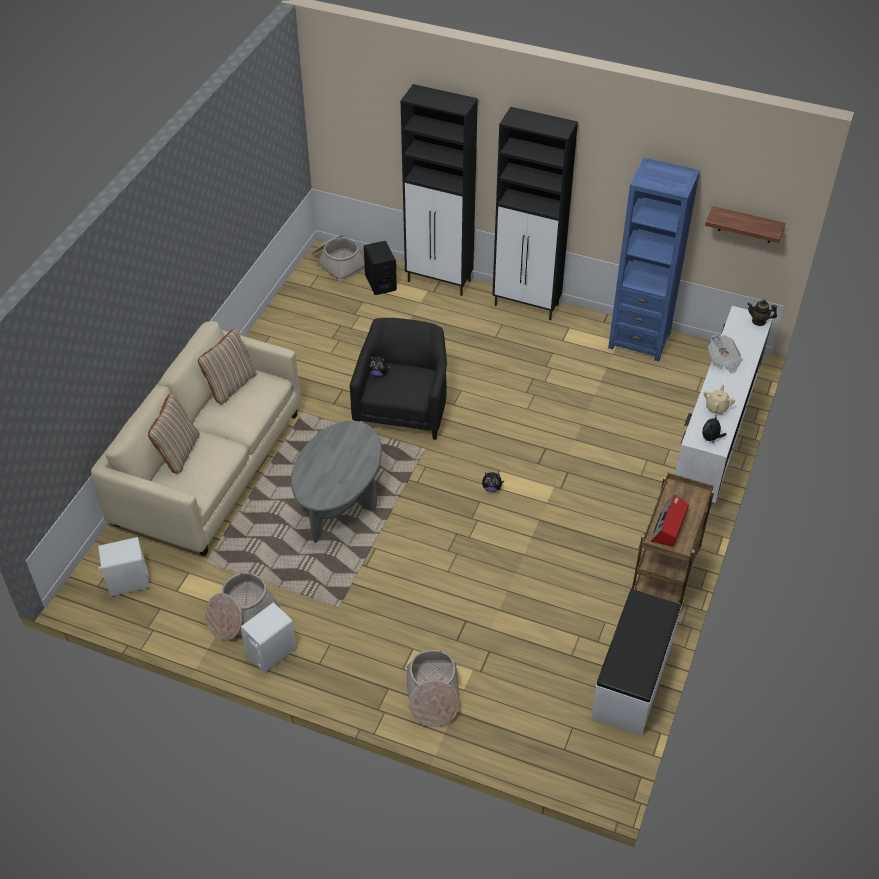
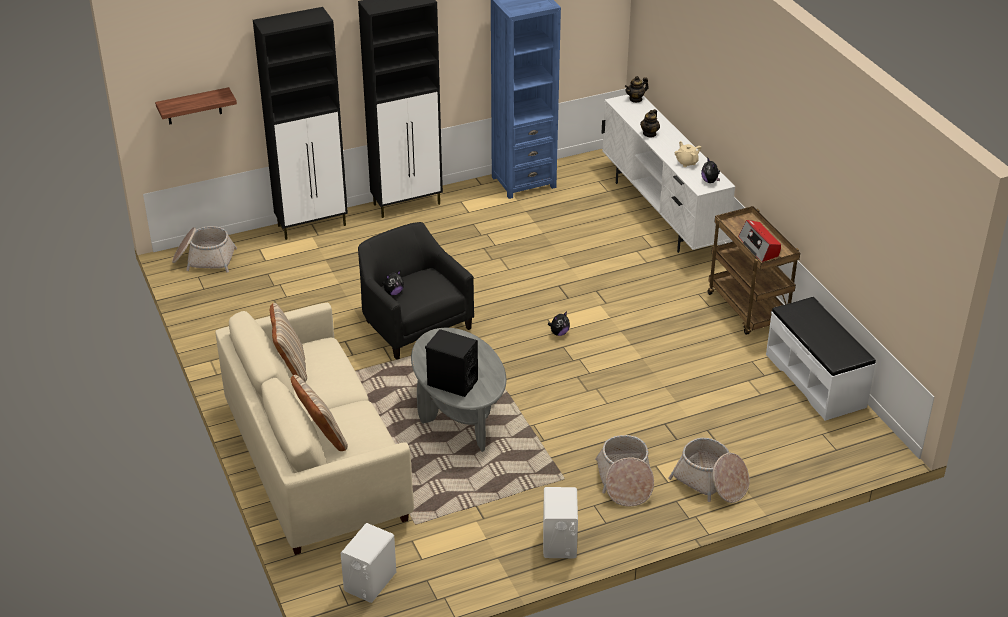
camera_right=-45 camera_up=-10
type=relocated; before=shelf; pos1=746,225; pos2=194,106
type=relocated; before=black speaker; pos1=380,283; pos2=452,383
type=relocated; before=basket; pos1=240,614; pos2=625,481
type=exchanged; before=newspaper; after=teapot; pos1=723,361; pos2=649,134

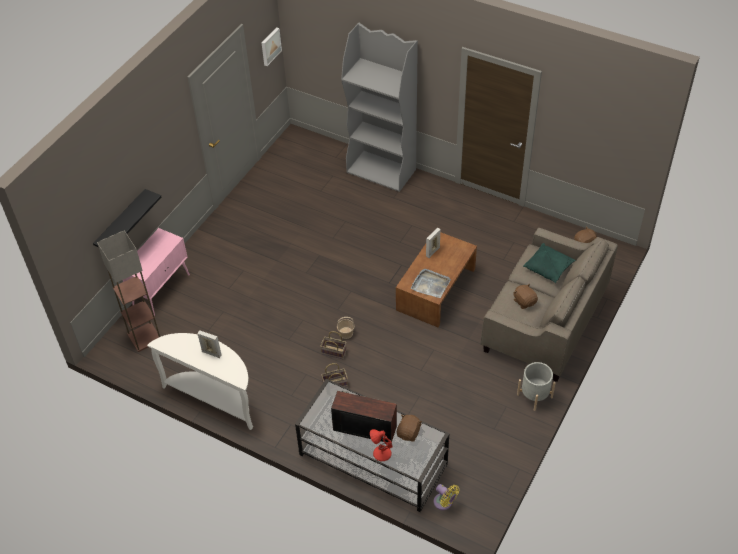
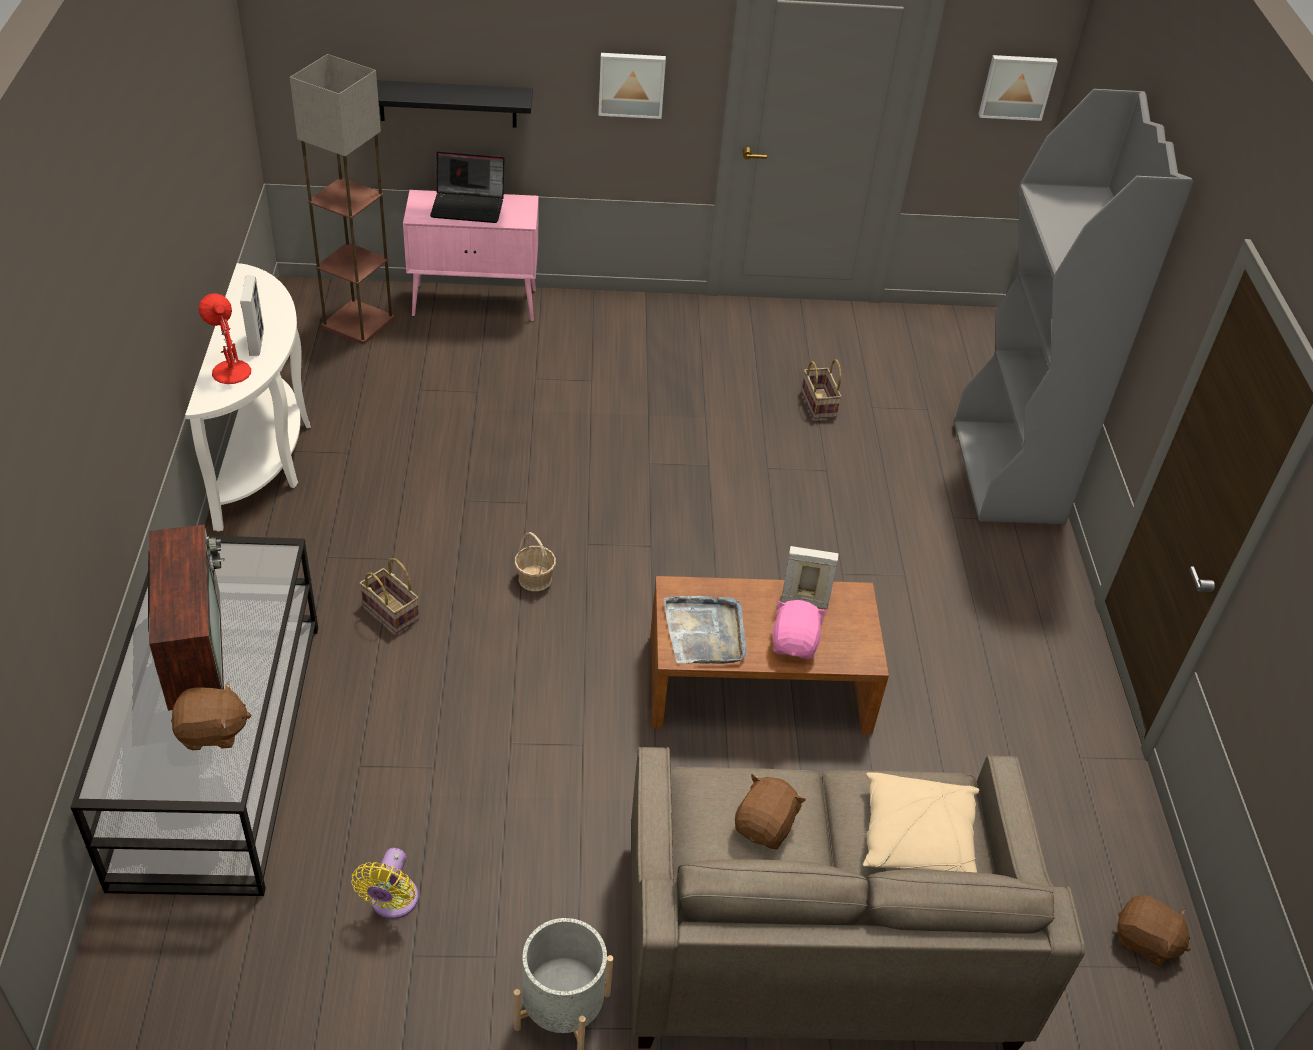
camera_right=55 camera_up=-5
type=relocated; before=red table lamp; pos1=381,453; pos2=230,370
type=relocated; before=yellow fan; pos1=444,503; pos2=392,903
type=appeared; after=laptop; pos2=469,206
type=appeared; after=picture; pos2=631,84
type=appeared; after=pink plush toy; pos2=795,643
type=relocated; before=basket; pos1=333,352; pos2=817,403
type=colour; before=green pillow; after=beige pillow; pos1=548,268; pos2=918,839

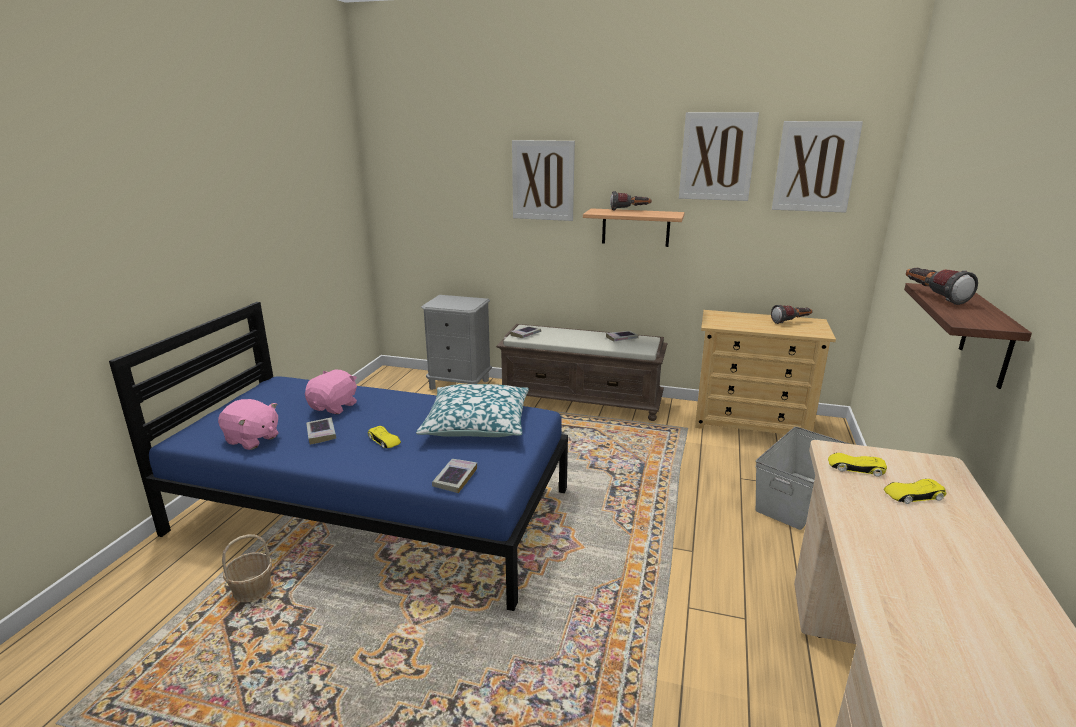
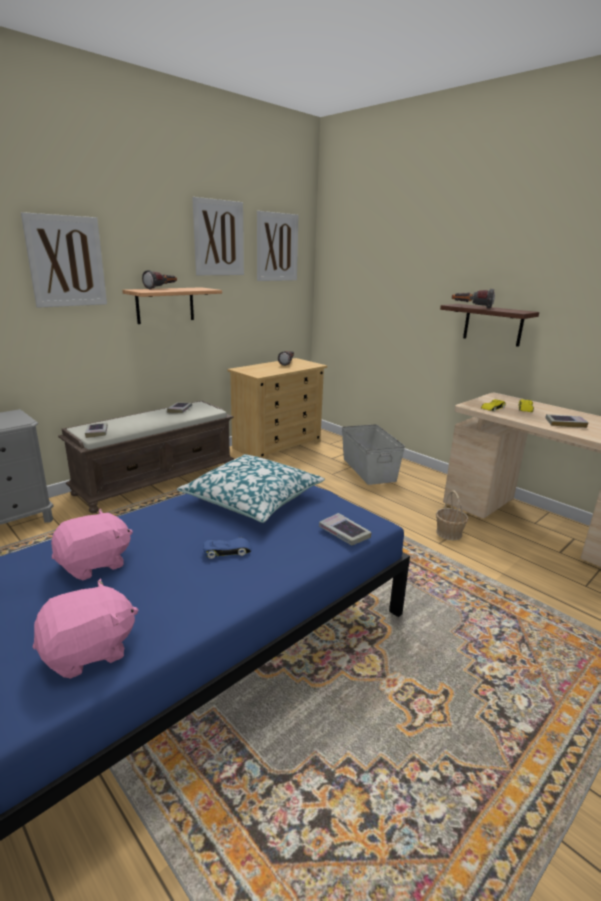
camera_right=-60 camera_up=0
type=spun; before=pink plush toy; pos1=334,407; pos2=95,564; turn=90
type=colour; before=yellow toy car; after=blue toy car; pos1=384,441; pos2=227,551
type=relocated; before=basket; pos1=252,590; pos2=449,533
type=relocated; before=book; pos1=321,433; pos2=565,423

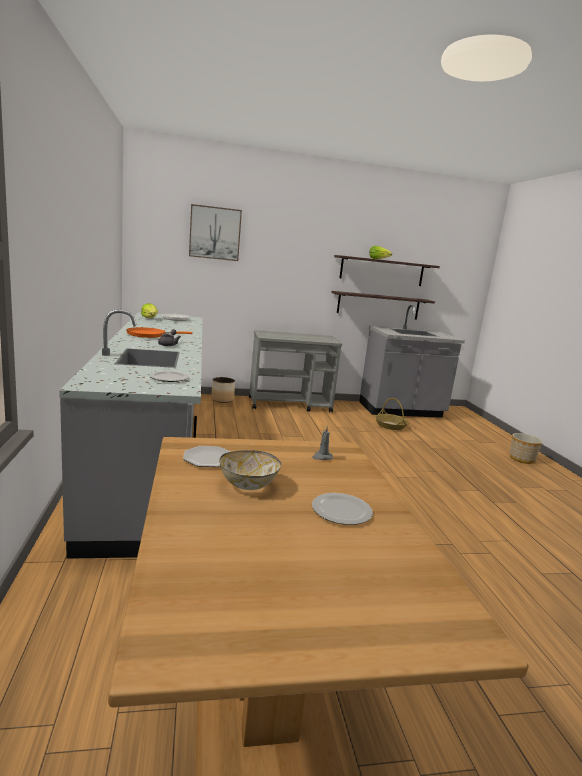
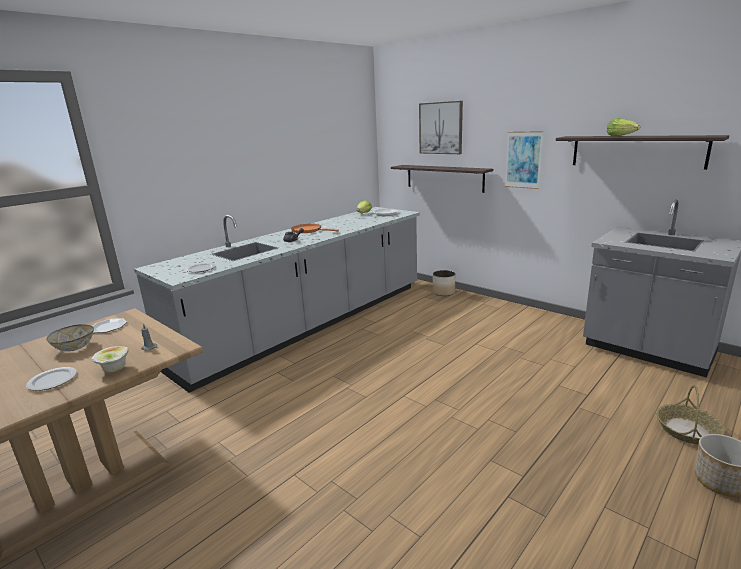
camera_right=55 camera_up=5
type=appeared; after=bowl; pos2=114,370
type=relocated; before=shelf; pos1=378,305; pos2=444,178
type=appeared; after=picture; pos2=523,160
type=relocated; before=basket; pos1=391,425; pos2=687,430
type=missing; before=grey cart; pos1=290,405

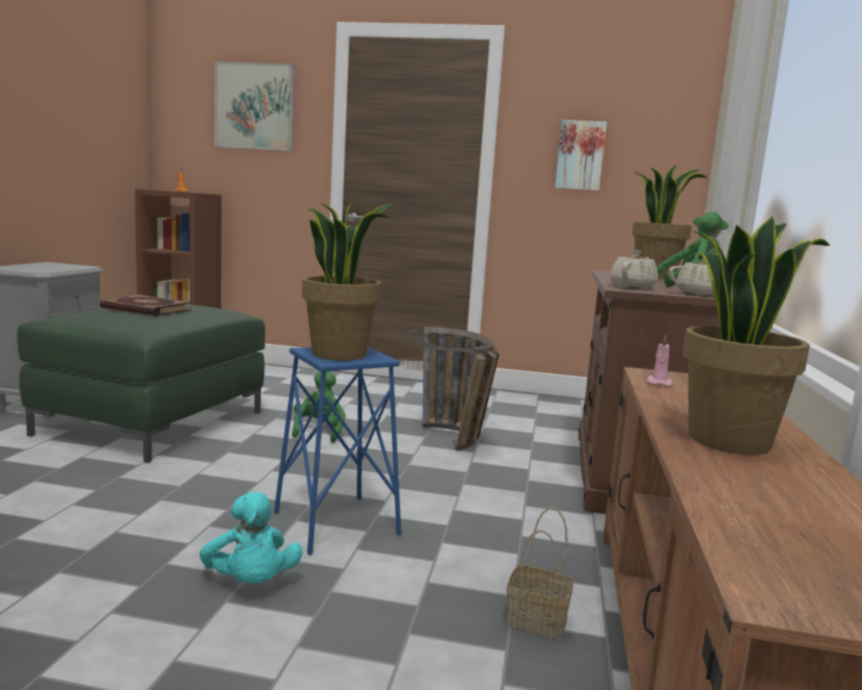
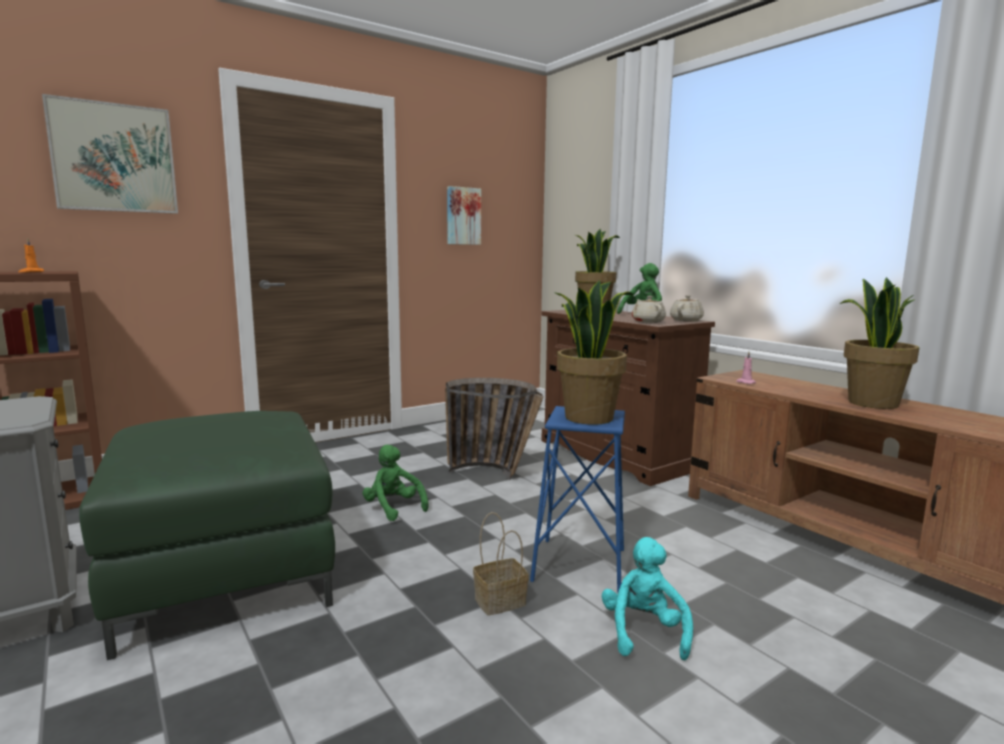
camera_right=-45 camera_up=0
type=relocated; before=basket; pos1=539,620; pos2=501,600
type=spun; before=turquoise plush toy; pos1=251,583; pos2=644,632; turn=-105
type=missing; before=book; pos1=145,309

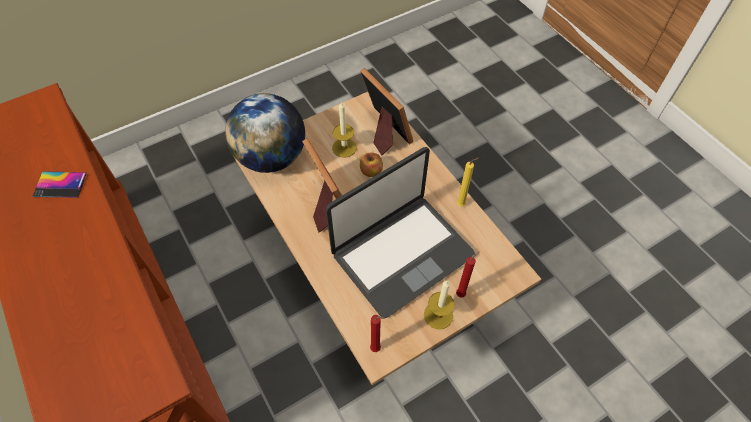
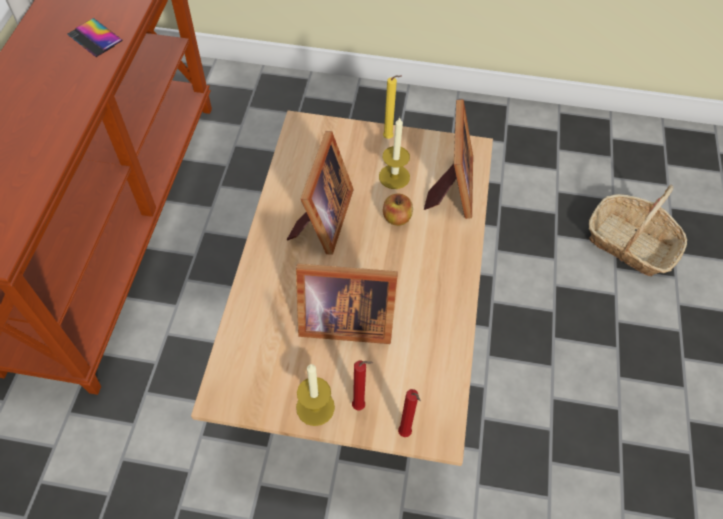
camera_right=40 camera_up=0
type=exchanged; before=laptop; after=picture frame; pos1=401,254; pos2=342,320
type=relocated; before=yellow candle; pos1=462,204; pos2=389,138
type=relocated; before=red candle; pos1=377,349; pos2=405,434
type=appeared; after=basket; pos2=630,244
type=missing; before=globe; pos1=272,157

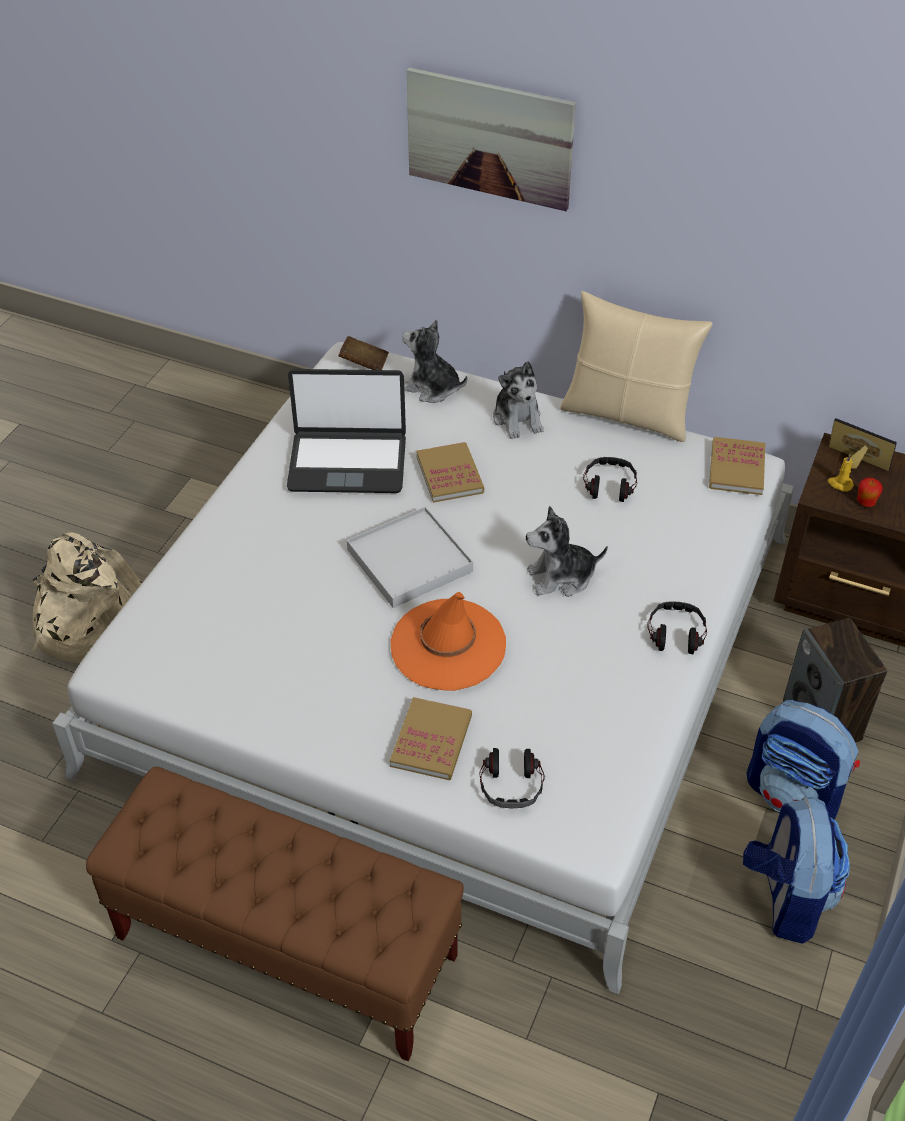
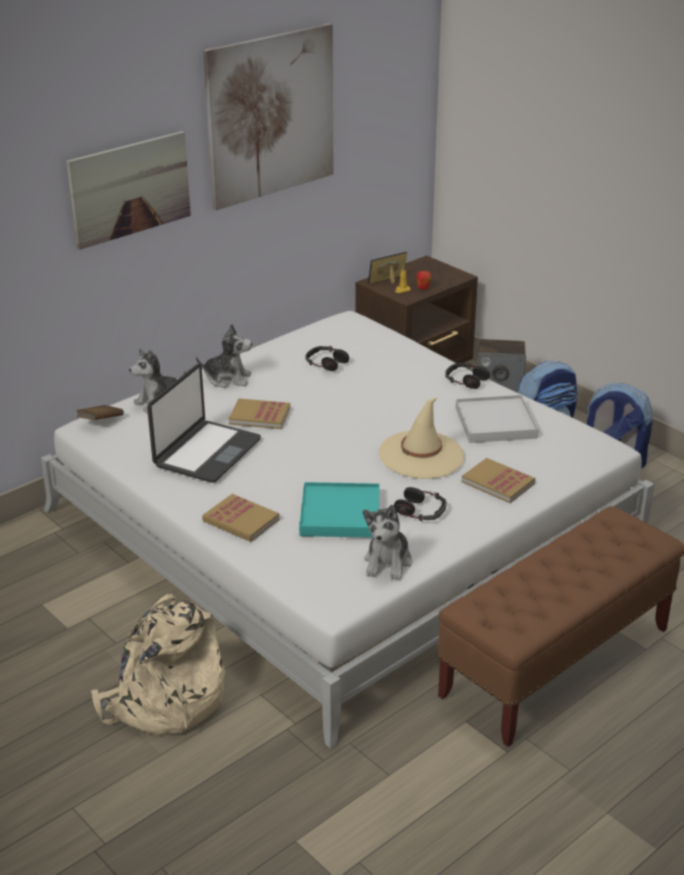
camera_right=-65 camera_up=-15
type=relocated; before=book; pos1=736,468; pos2=241,520
type=appeared; after=picture; pos2=271,115
type=appeared; after=turquoise tray; pos2=340,514
type=relocated; before=plush toy; pos1=561,577; pos2=388,562
type=colour; before=orange hat; after=beige hat; pos1=448,645; pos2=421,455
type=relocated; before=headphones; pos1=512,784; pos2=421,511
type=relocated; before=white tray; pos1=409,560; pos2=495,423
type=missing; before=beige pillow; pos1=627,414

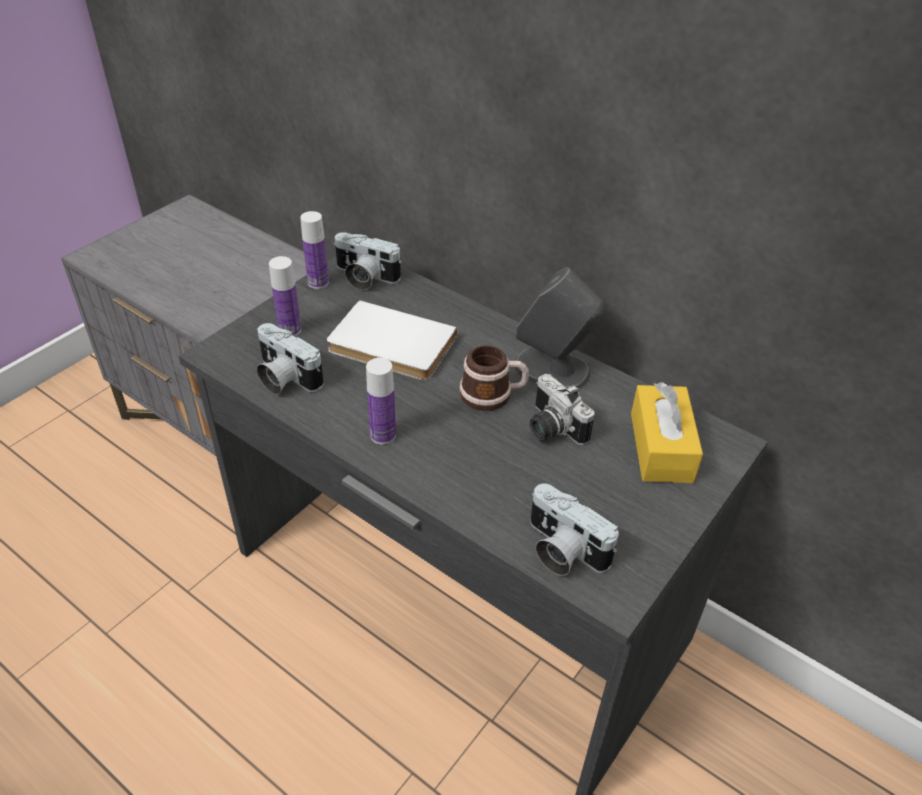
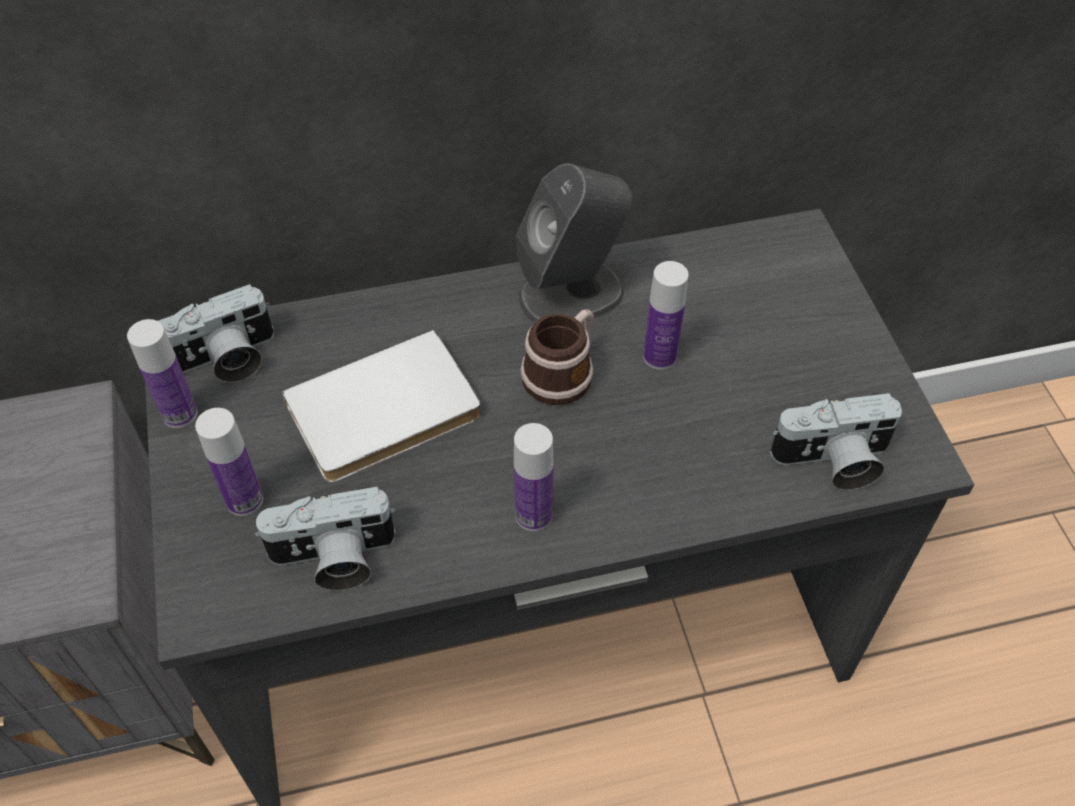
camera_right=-50 camera_up=10
type=exchanged; before=photo camera; after=bottle; pos1=550,428; pos2=659,356
type=missing; before=yellow tissue box; pos1=661,447

